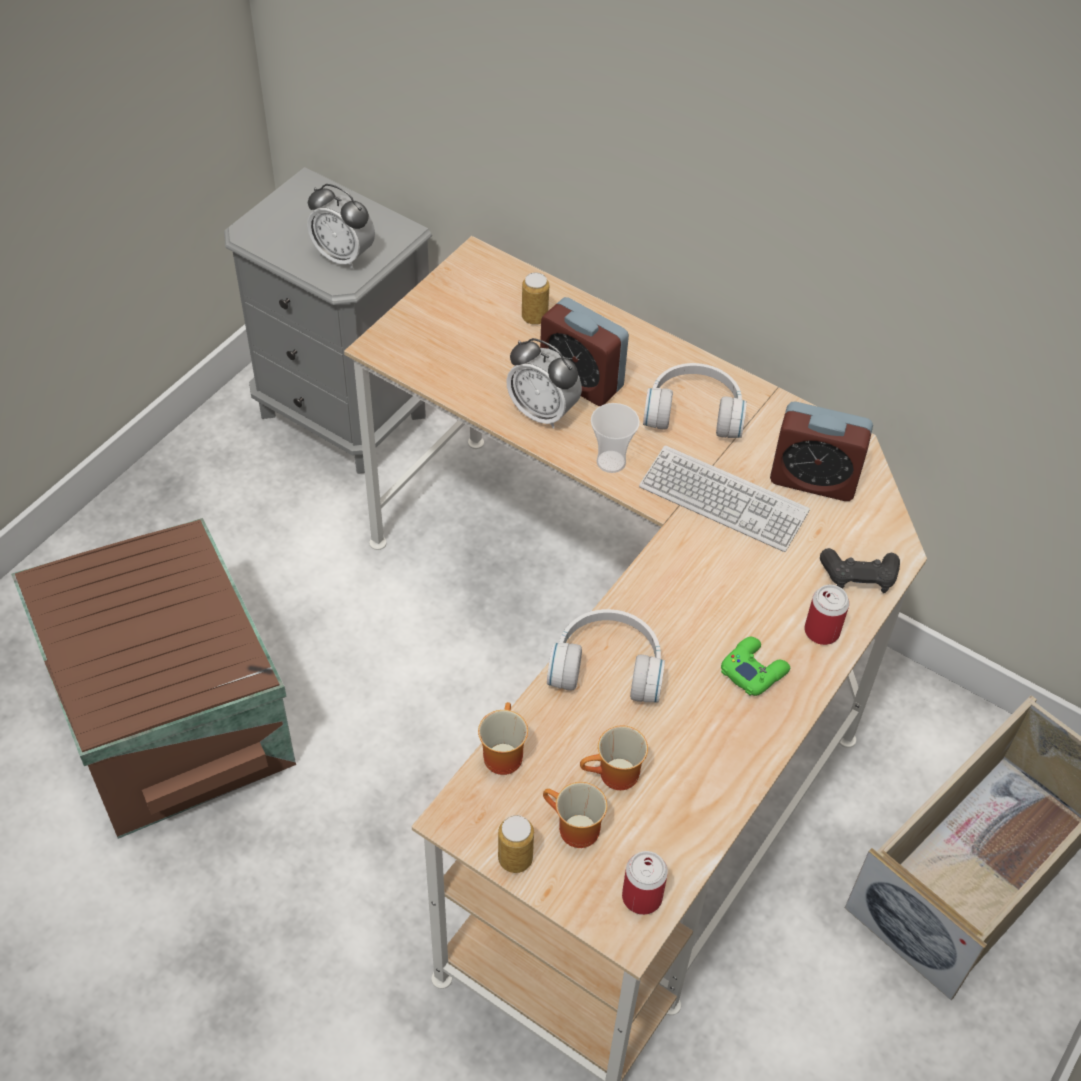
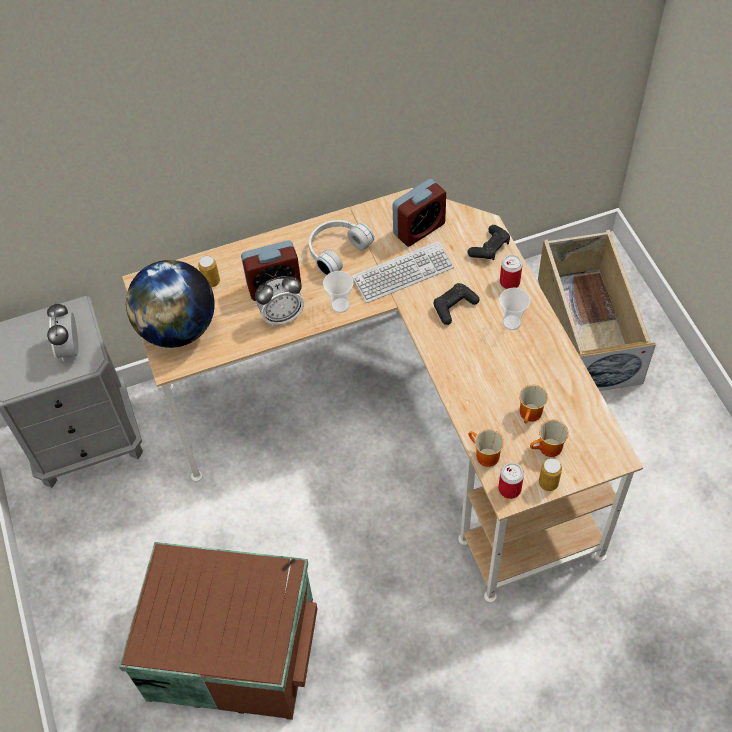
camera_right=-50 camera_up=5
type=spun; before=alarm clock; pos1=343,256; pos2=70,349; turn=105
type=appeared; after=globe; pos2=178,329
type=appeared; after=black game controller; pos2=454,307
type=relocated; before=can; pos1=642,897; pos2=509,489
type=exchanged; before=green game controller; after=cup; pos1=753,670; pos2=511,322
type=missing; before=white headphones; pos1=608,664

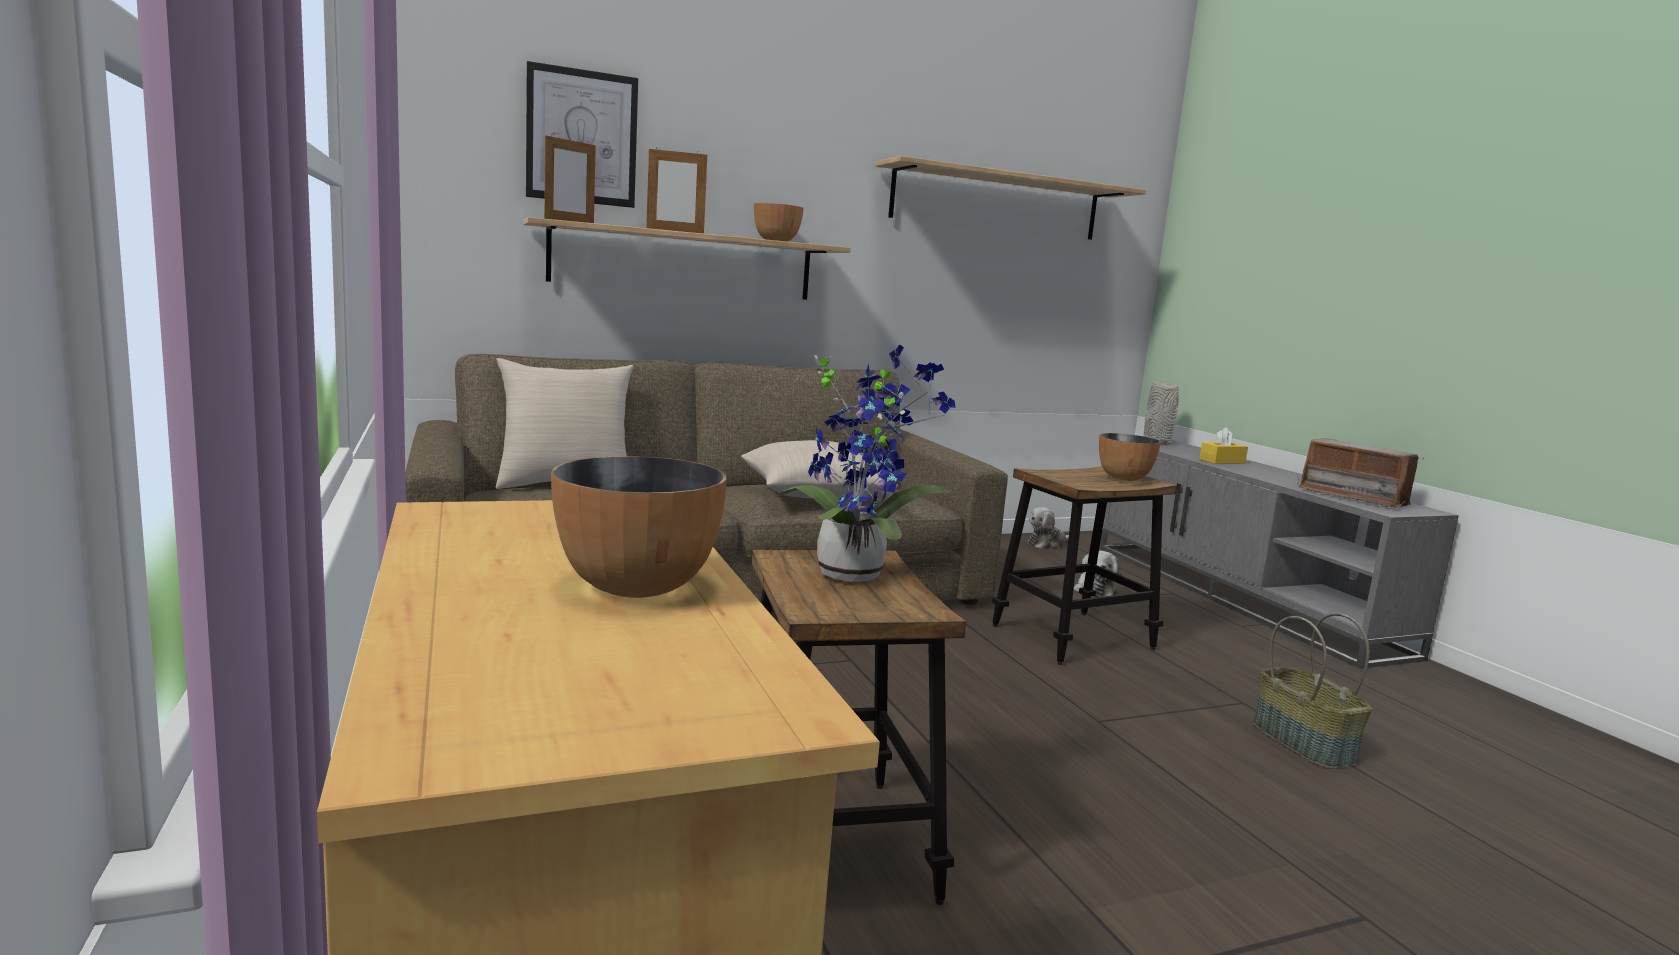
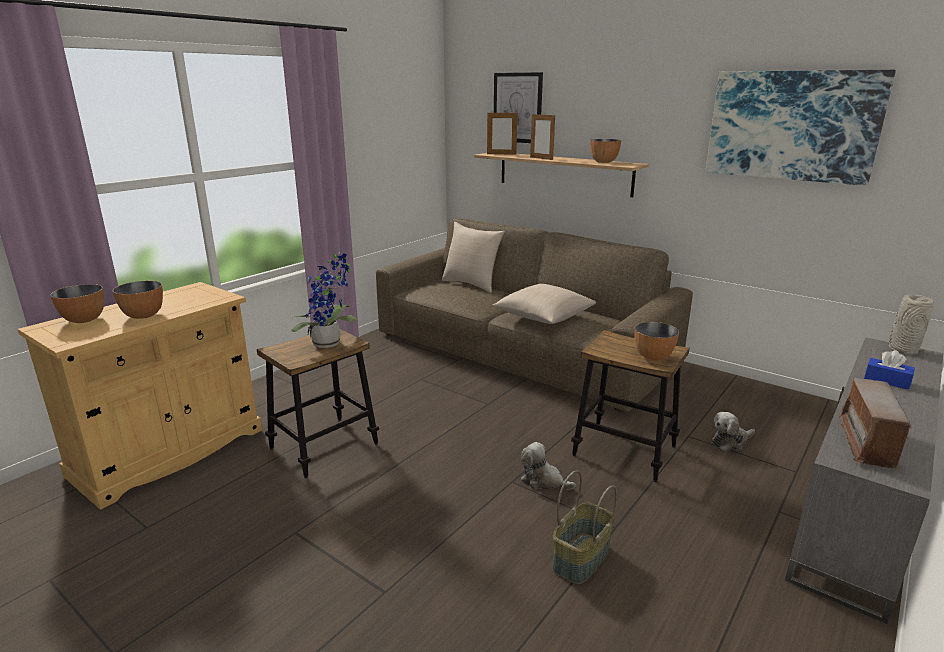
camera_right=60 camera_up=10
type=appeared; after=bowl; pos2=84,320
type=relocated; before=plush toy; pos1=1047,544; pos2=543,481
type=exchanged; before=shelf; after=picture; pos1=997,203; pos2=792,126
type=colour; before=yellow tissue box; after=blue tissue box; pos1=1222,461; pos2=887,380

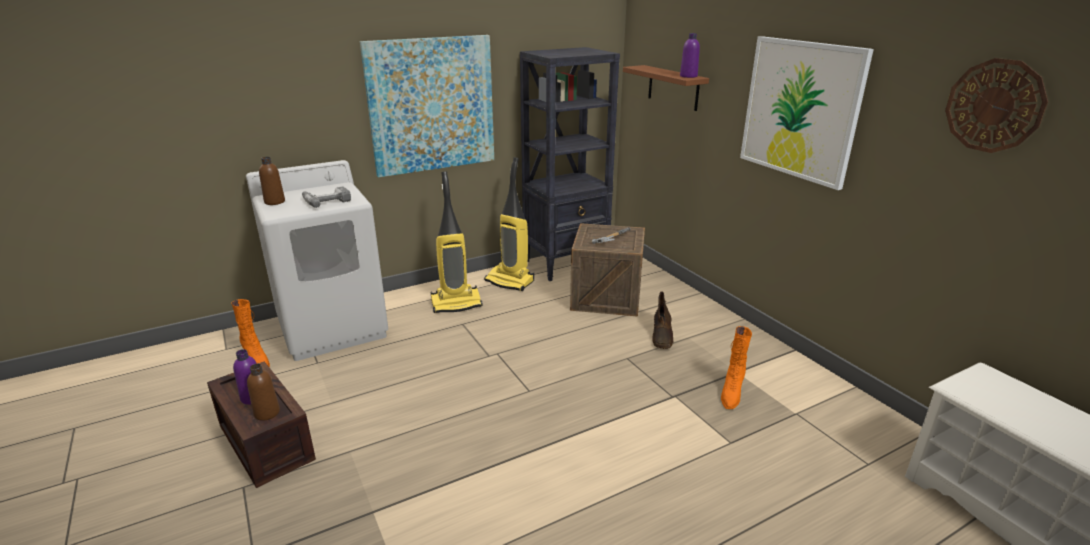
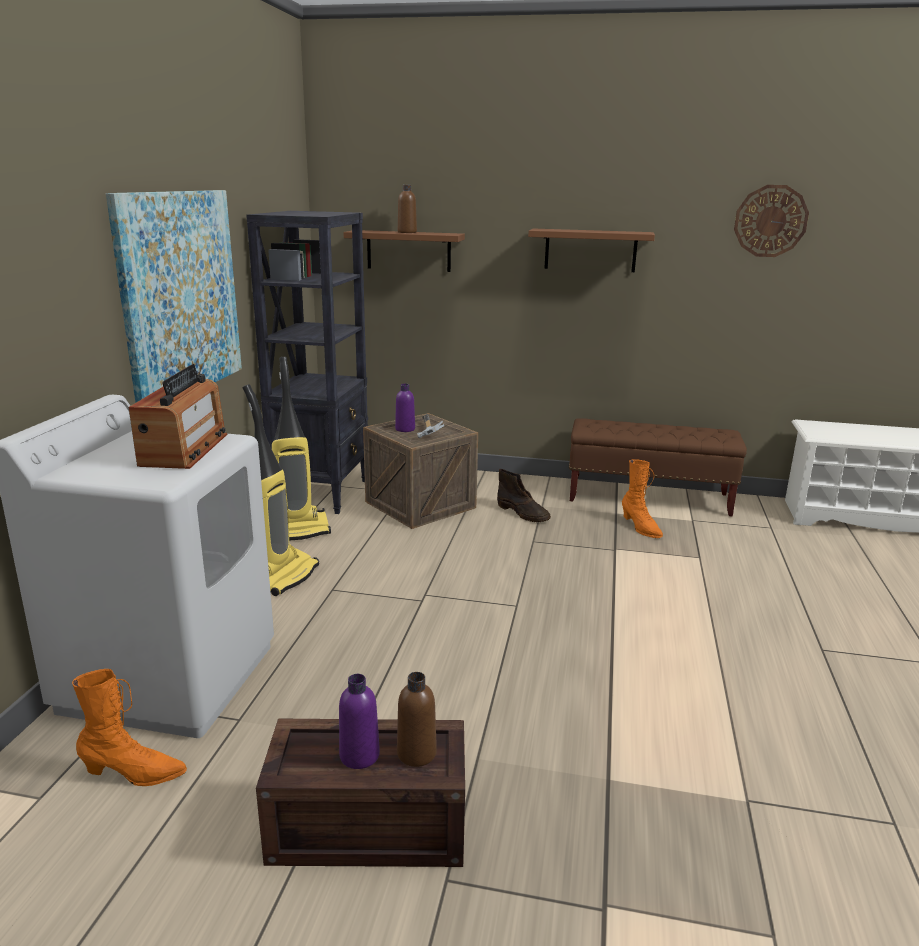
camera_right=-50 camera_up=-5
type=exchanged; before=power drill; after=radio; pos1=326,200; pos2=184,449
type=relocated; before=purple bottle; pos1=688,76; pos2=405,429
type=relocated; before=brown bottle; pos1=274,202; pos2=407,232
type=exchanged; before=picture; after=brown shelf; pos1=800,110; pos2=590,250
type=appeared; after=brown bench; pos2=649,498

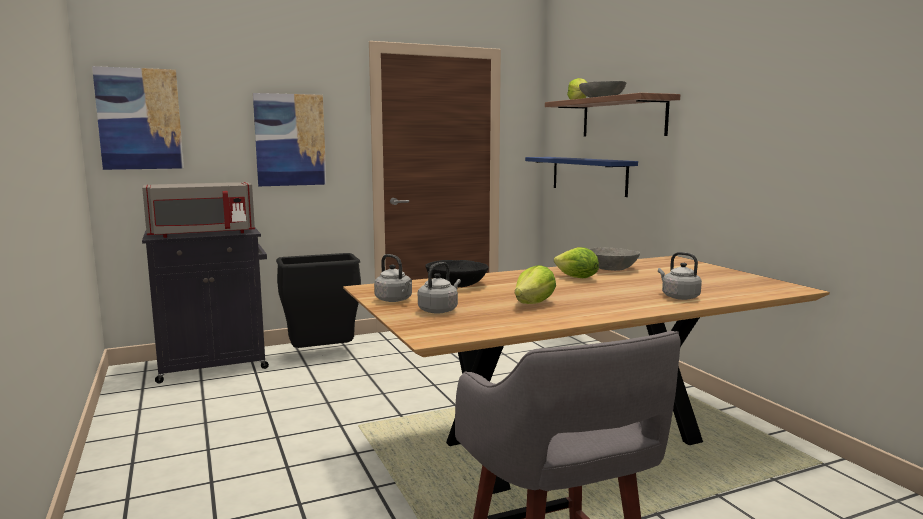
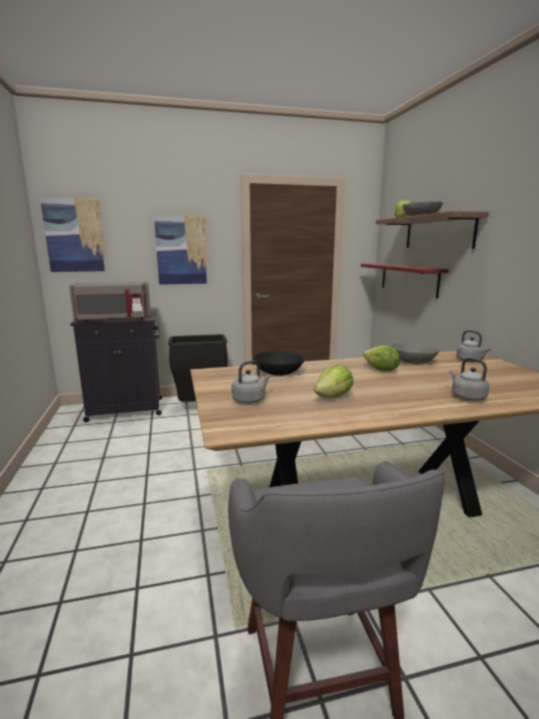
camera_right=10 camera_up=5
type=colour; before=blue shelf; after=red shelf; pos1=588,175; pos2=408,279
type=relocated; before=grey kettle; pos1=395,300; pos2=470,361

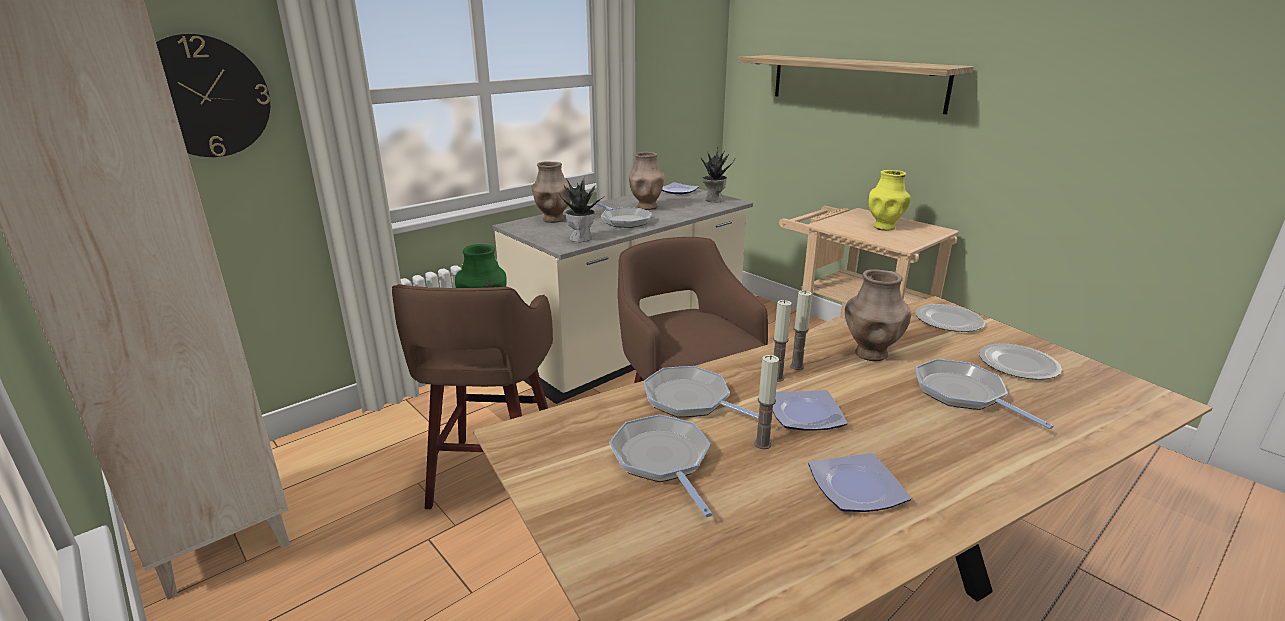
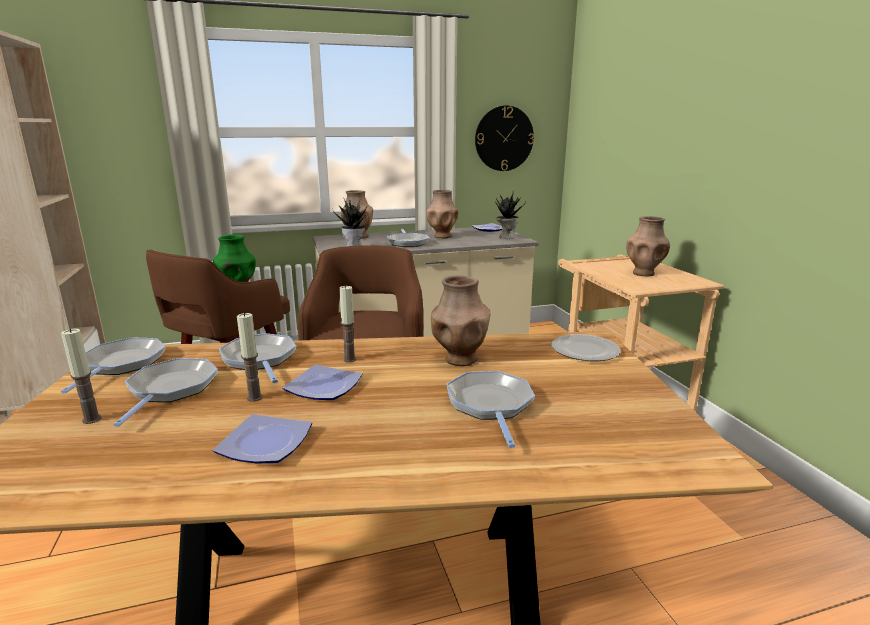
camera_right=25 camera_up=-5
type=relocated; before=candle; pos1=796,366; pos2=92,419
type=appeared; after=frying pan; pos2=121,364
type=relocated; before=wall clock; pos1=203,97; pos2=504,138
type=colour; before=yellow vase; after=brown vase; pos1=884,227; pos2=644,273
type=missing; before=shelf; pos1=855,82
type=missing; before=plate; pos1=1017,364

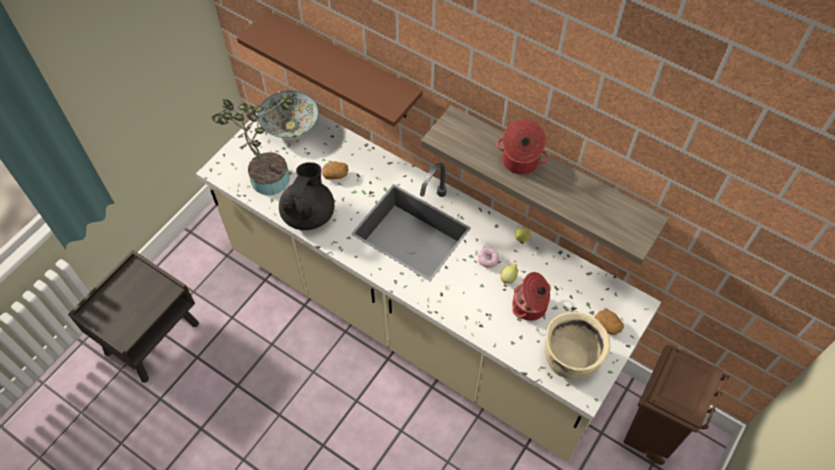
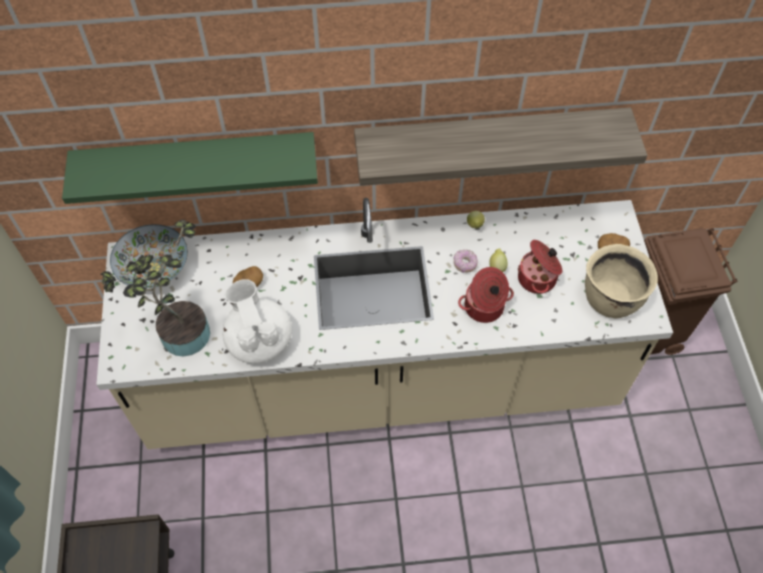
camera_right=-40 camera_up=0
type=colour; before=brown shelf; after=green shelf; pos1=344,67; pos2=197,162
type=colour; before=black teapot; after=white teapot; pos1=309,214; pos2=259,340
type=relocated; before=cooking pot; pos1=520,161; pos2=484,308

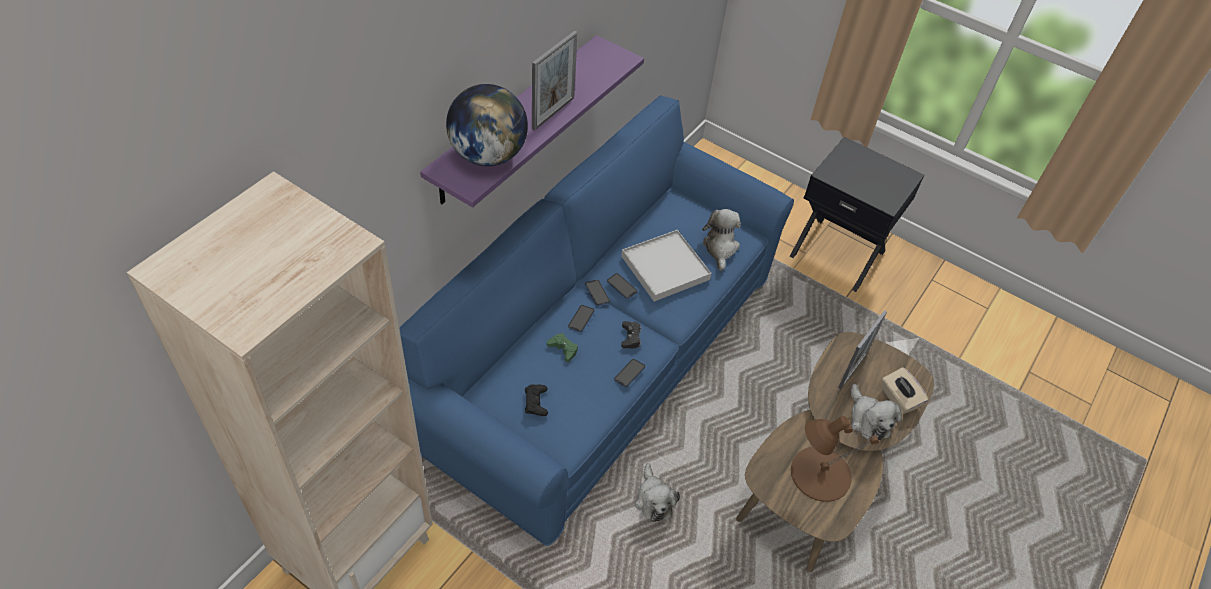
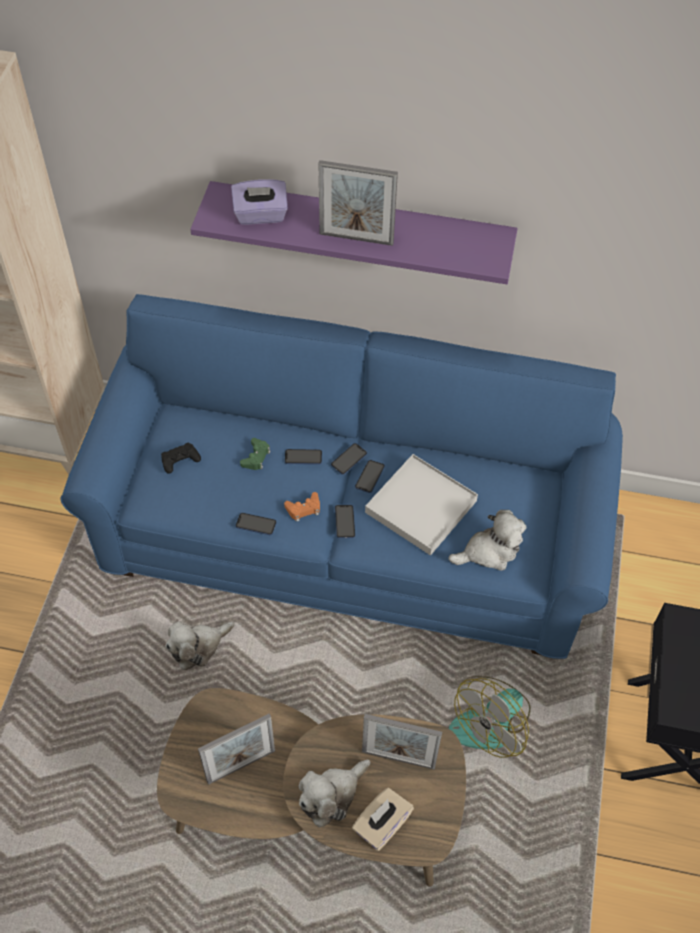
camera_right=70 camera_up=5
type=exchanged; before=brown table lamp; after=picture frame; pos1=819,473; pos2=241,766
type=exchanged; before=globe; after=purple tissue box; pos1=488,155; pos2=260,215
type=colour; before=black game controller; after=orange game controller; pos1=631,337; pos2=304,509
type=appeared; after=phone; pos2=344,522
type=appeared; after=fan; pos2=491,720

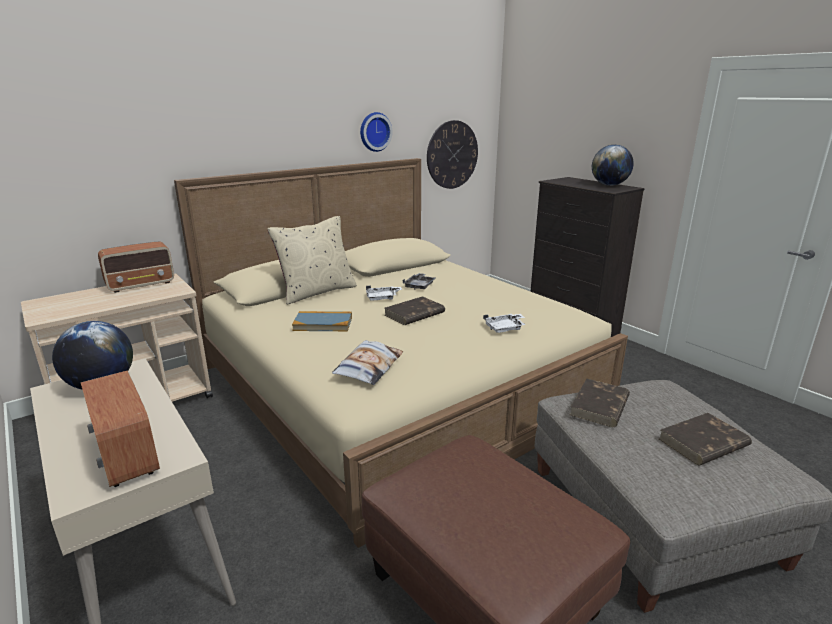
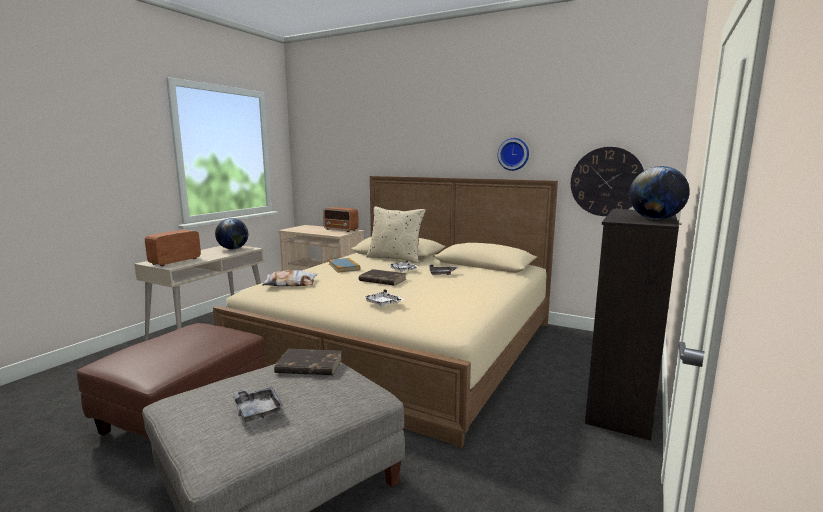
camera_right=65 camera_up=-10
type=exchanged; before=brown book; after=grey tray; pos1=703,443; pos2=257,410

